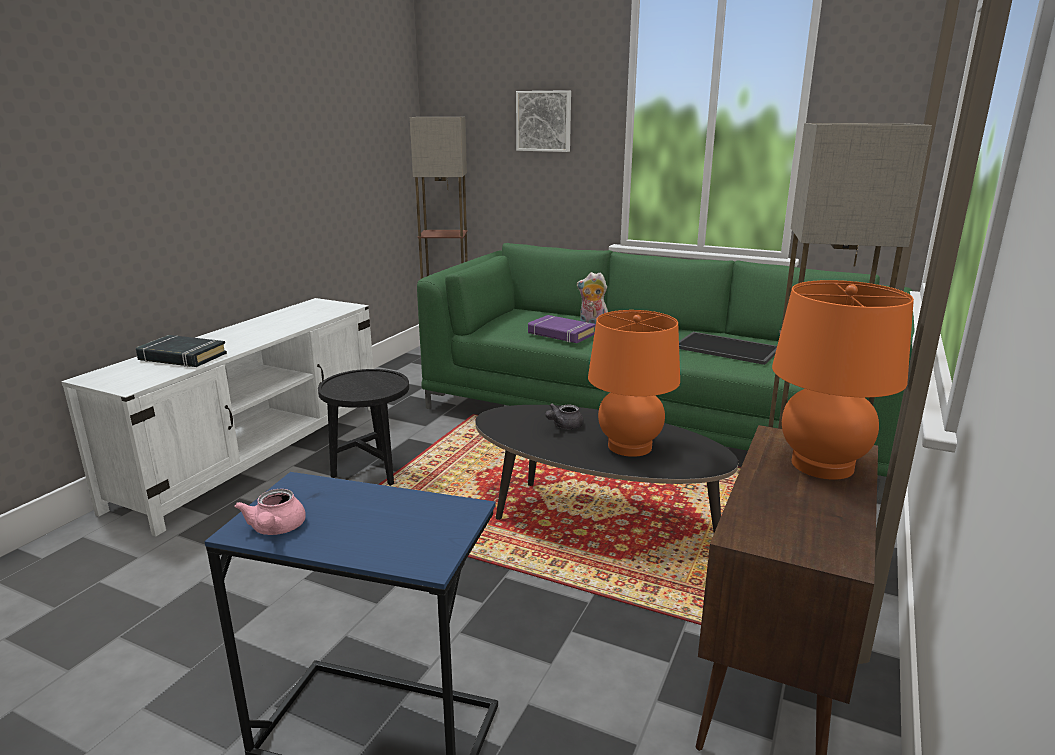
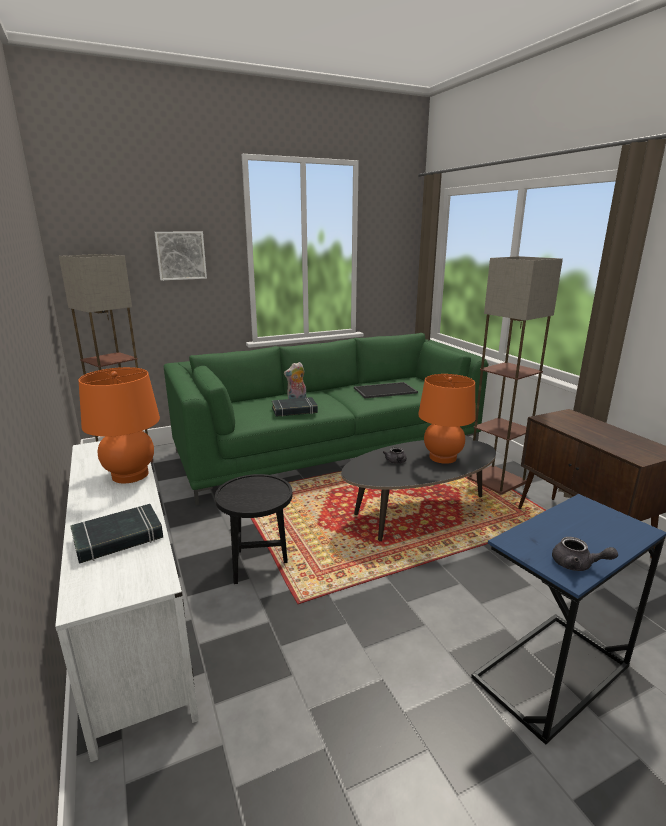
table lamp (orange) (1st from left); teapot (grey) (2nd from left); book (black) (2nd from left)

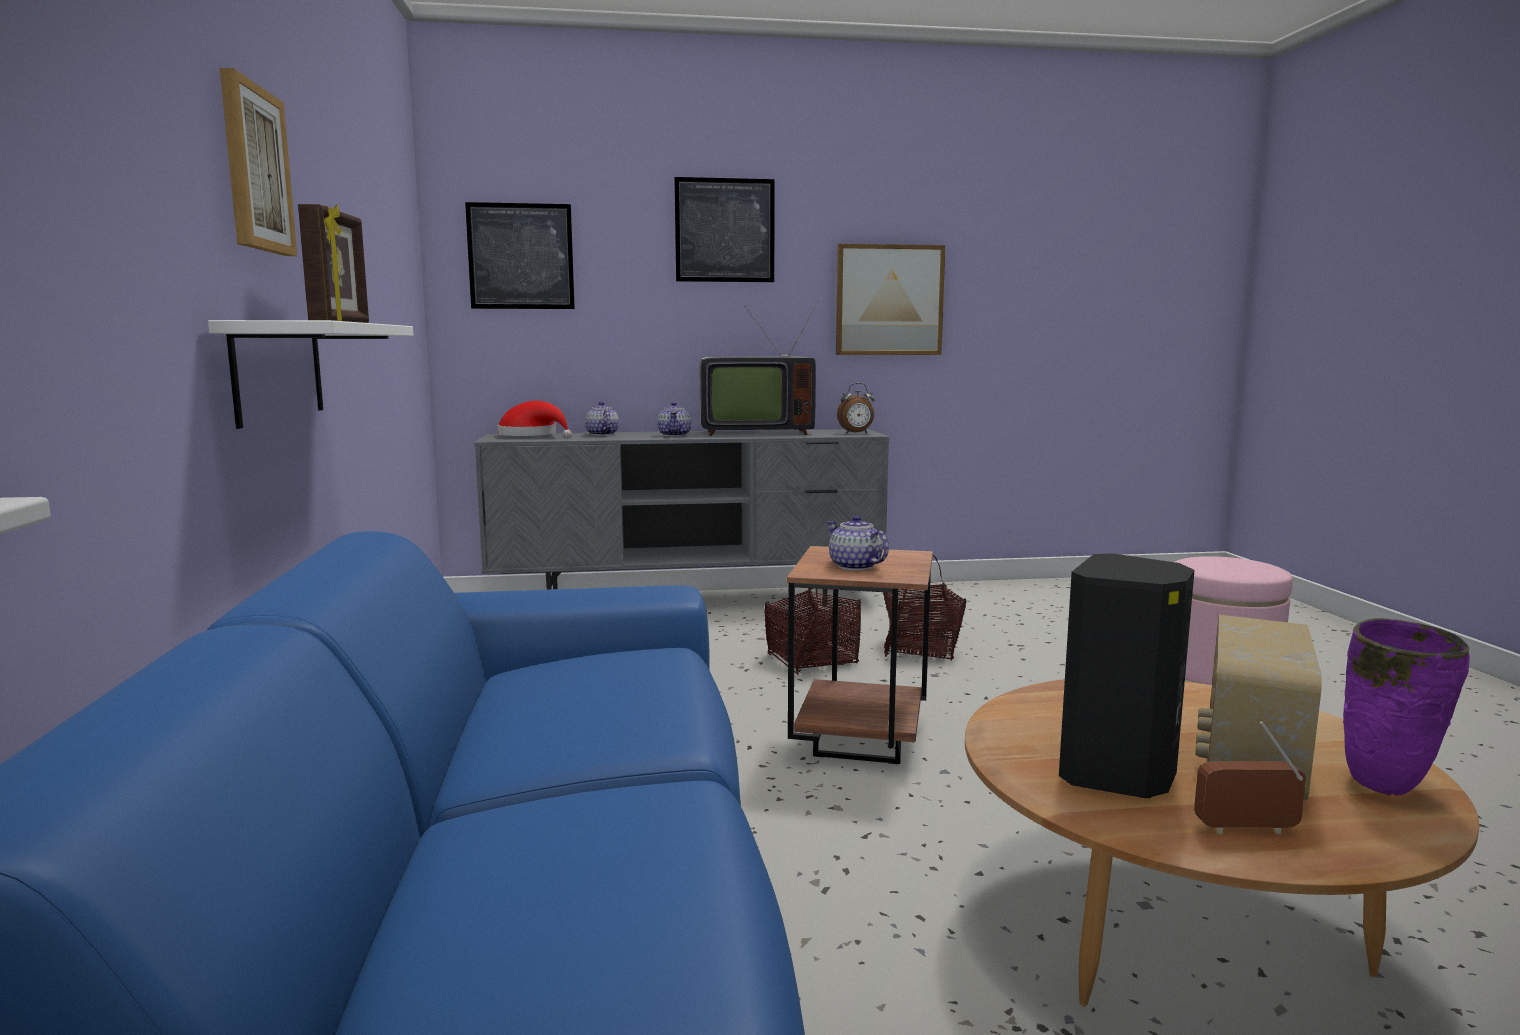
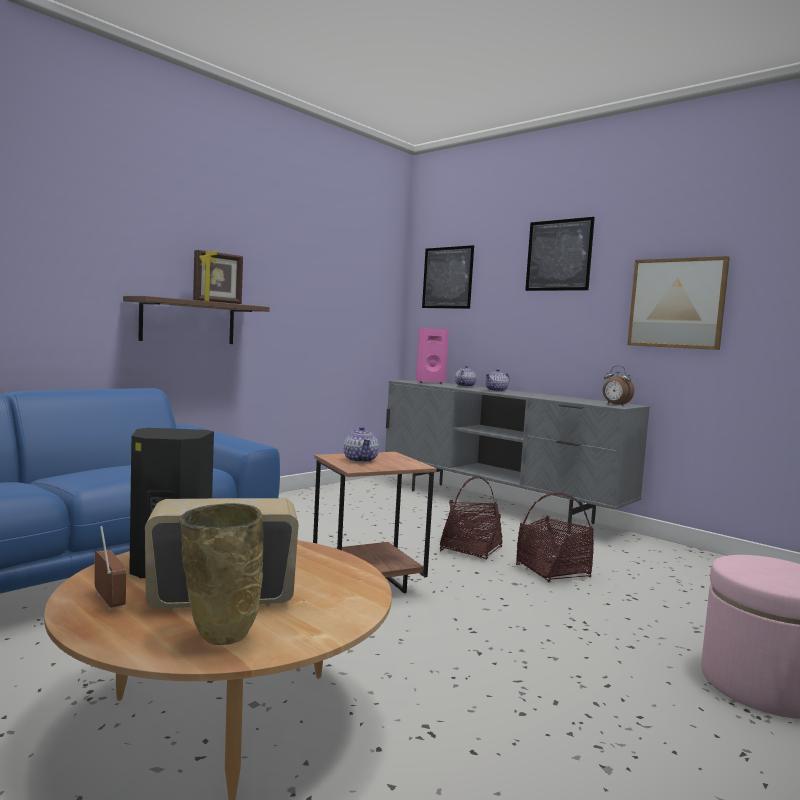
picture (1st from left in the first image); television; speaker (pink); shelf (brown); vase (beige); teapot (1st from left)

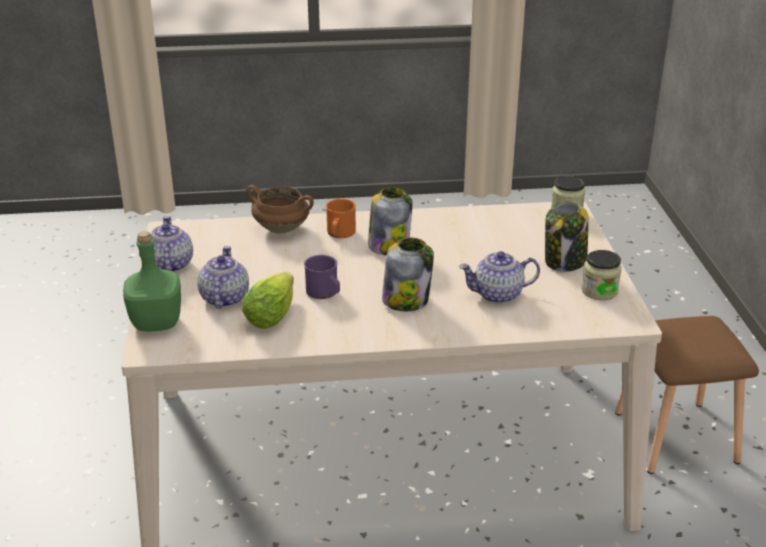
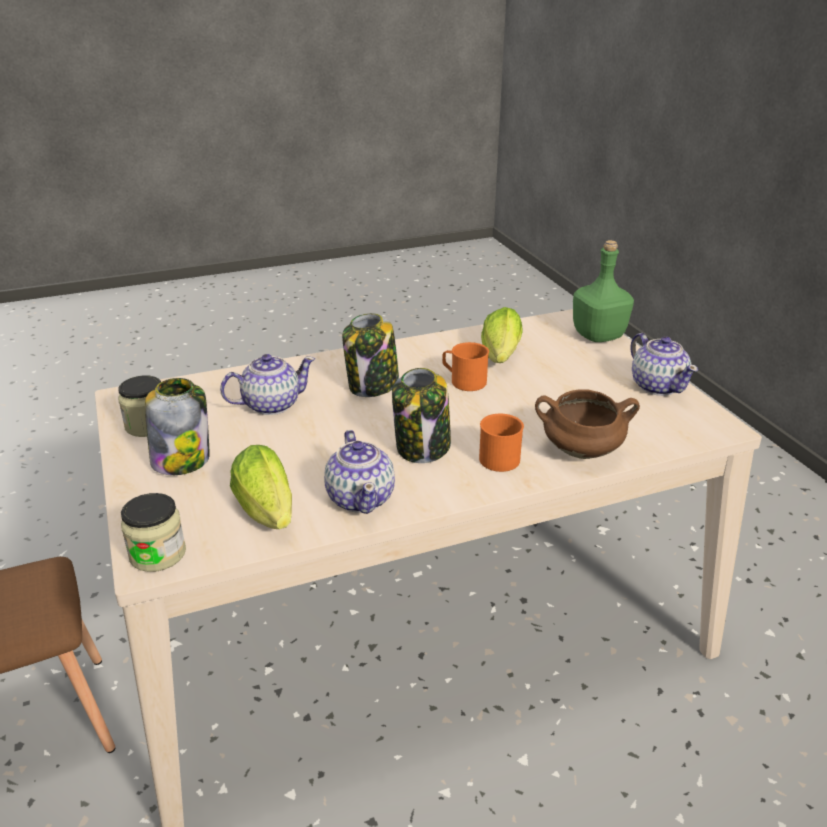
lettuce (1st from left); teapot (2nd from left); mug (orange) (1st from left)

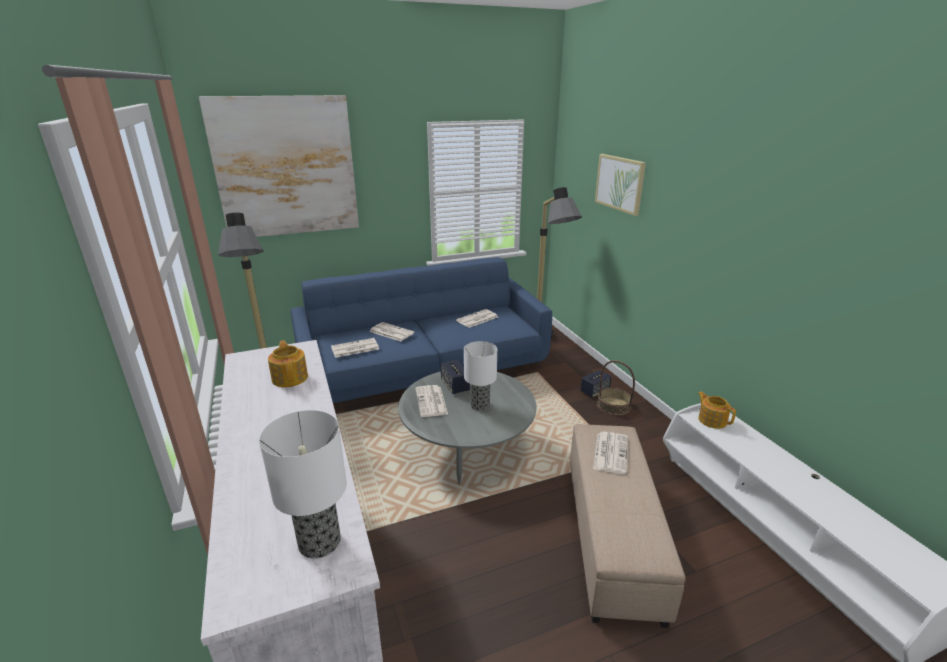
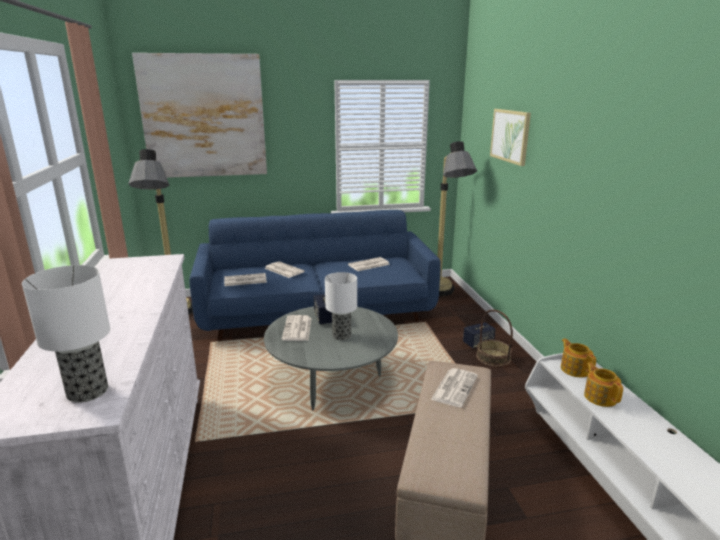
teapot (2nd from left)

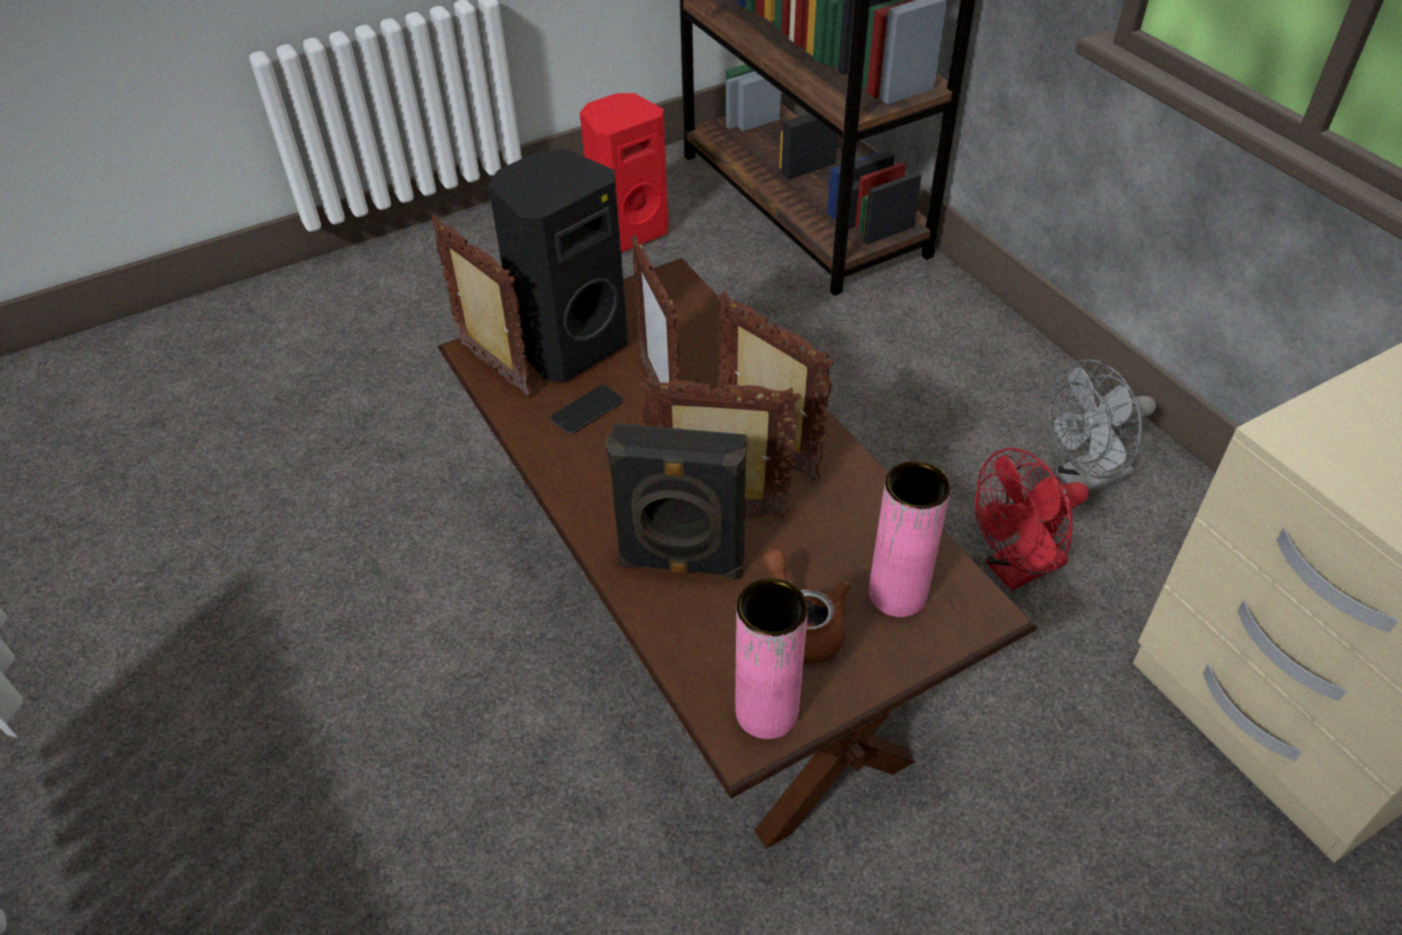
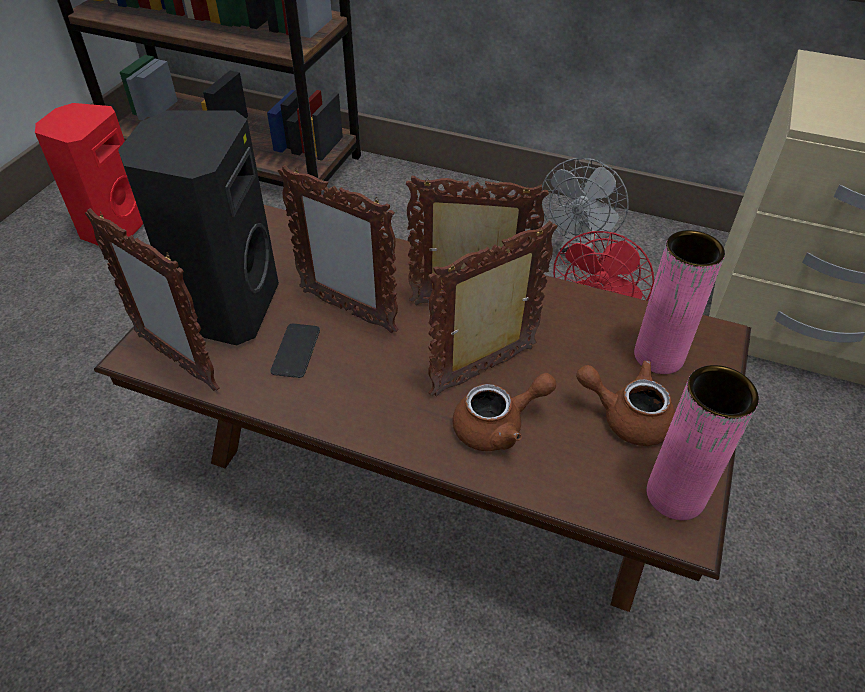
teapot (brown) (1st from left); picture frame (1st from left)

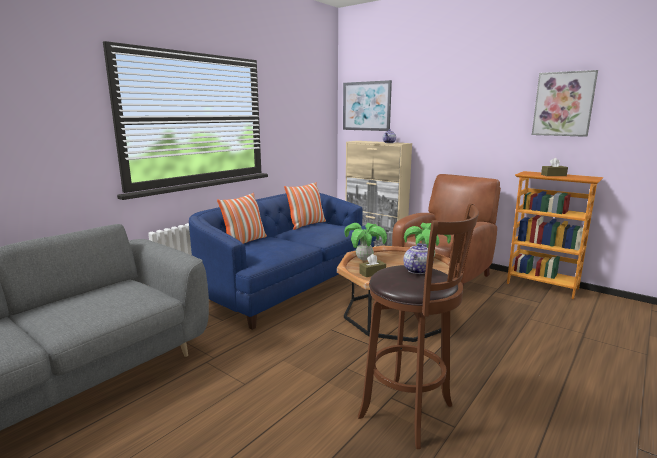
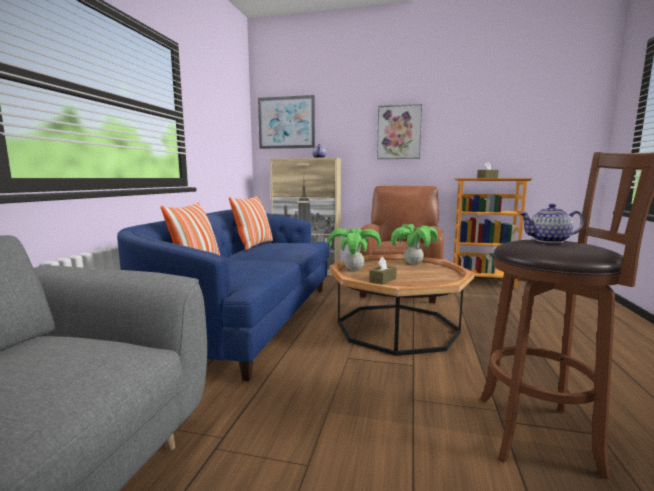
picture (2nd from left); teapot (2nd from left)

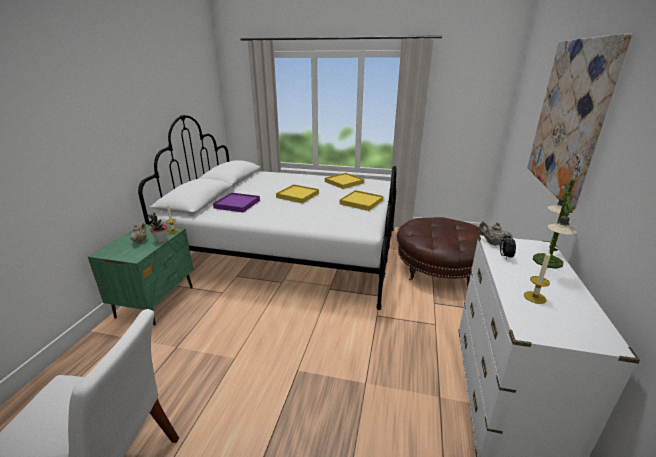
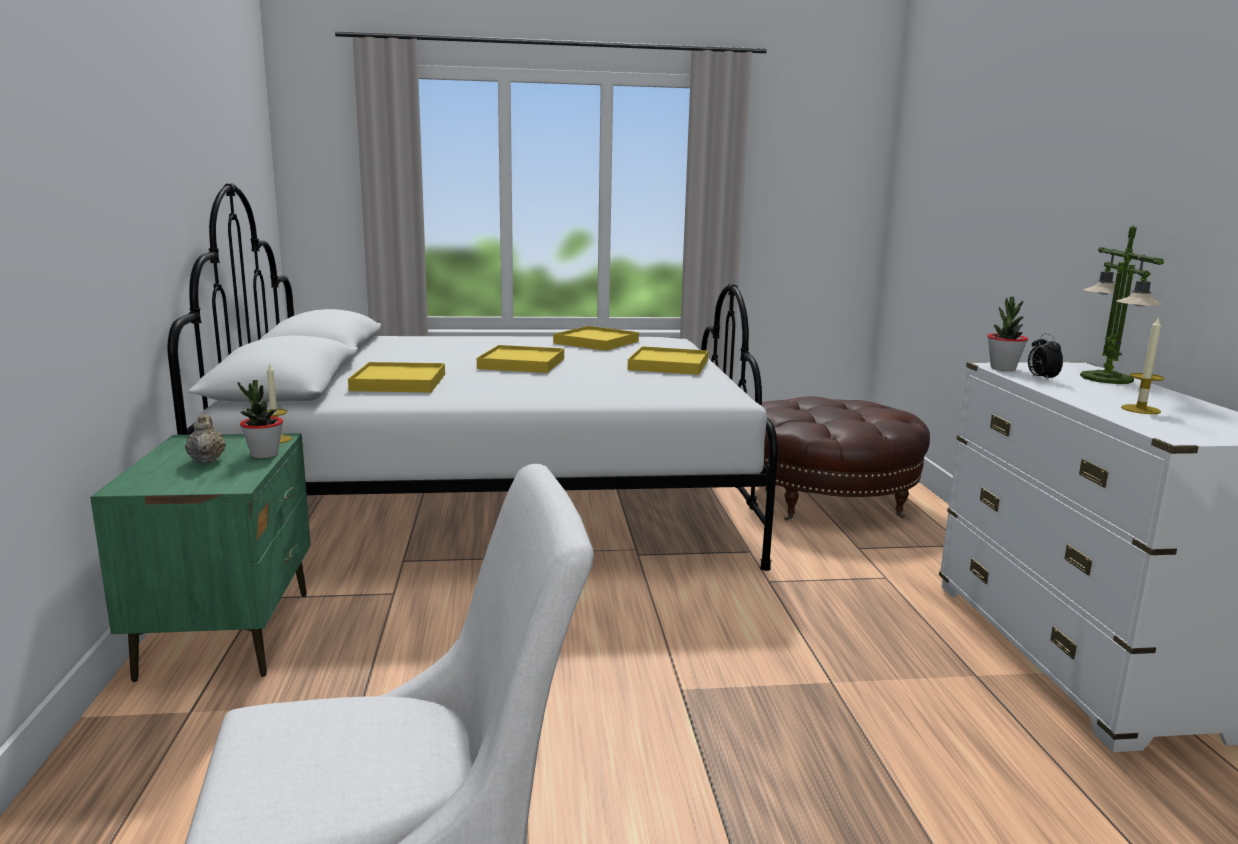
picture; potted plant (2nd from left); tray (yellow) (1st from left)

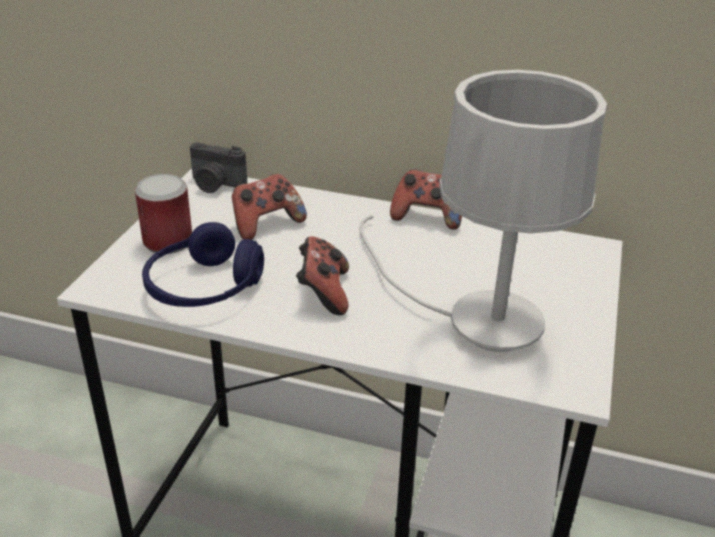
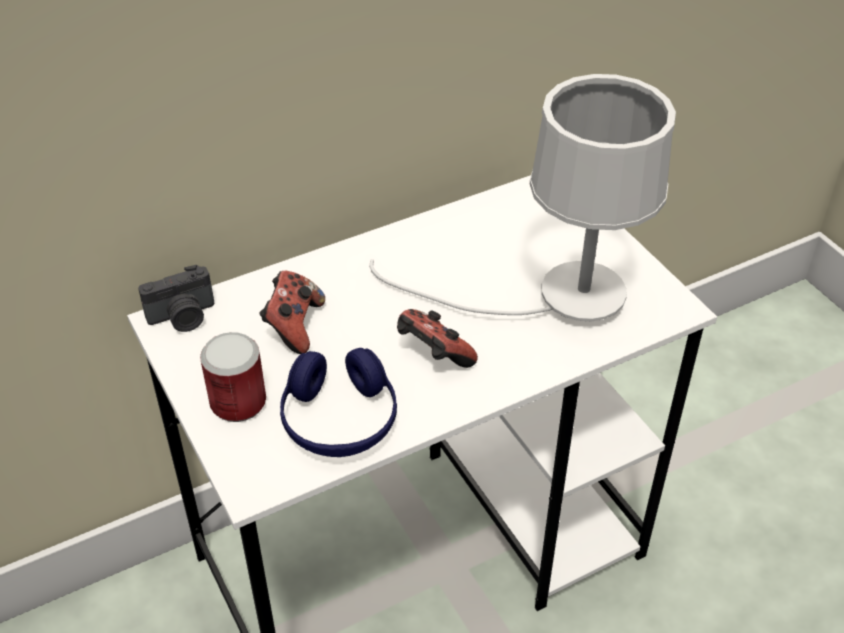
game controller (3rd from left in the first image)

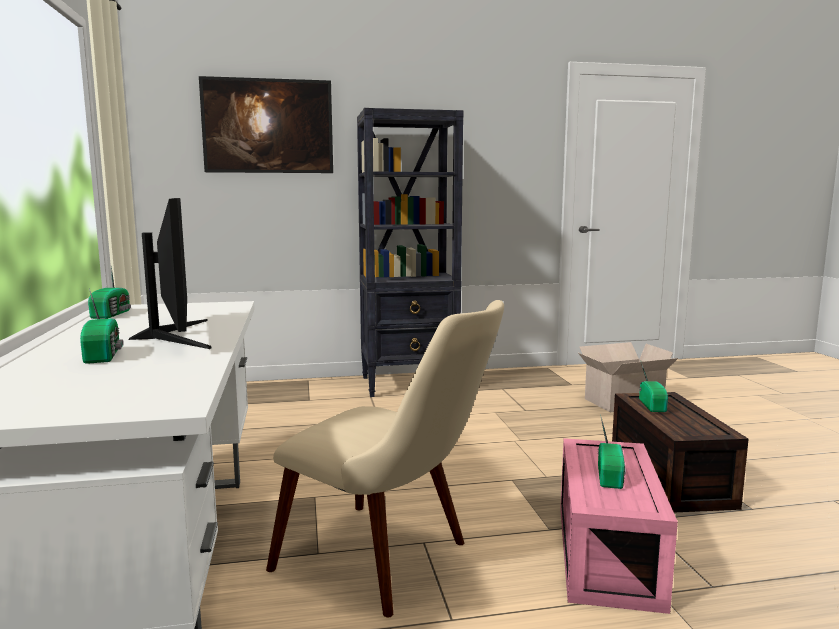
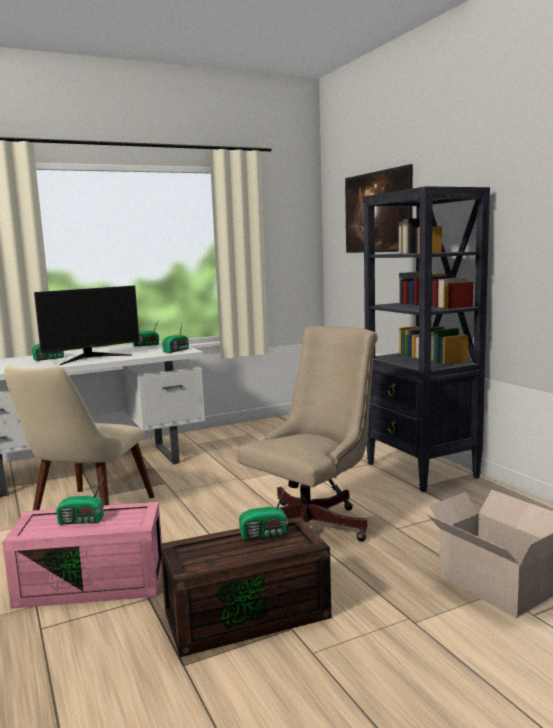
radio (4th from left); office chair (beige)

